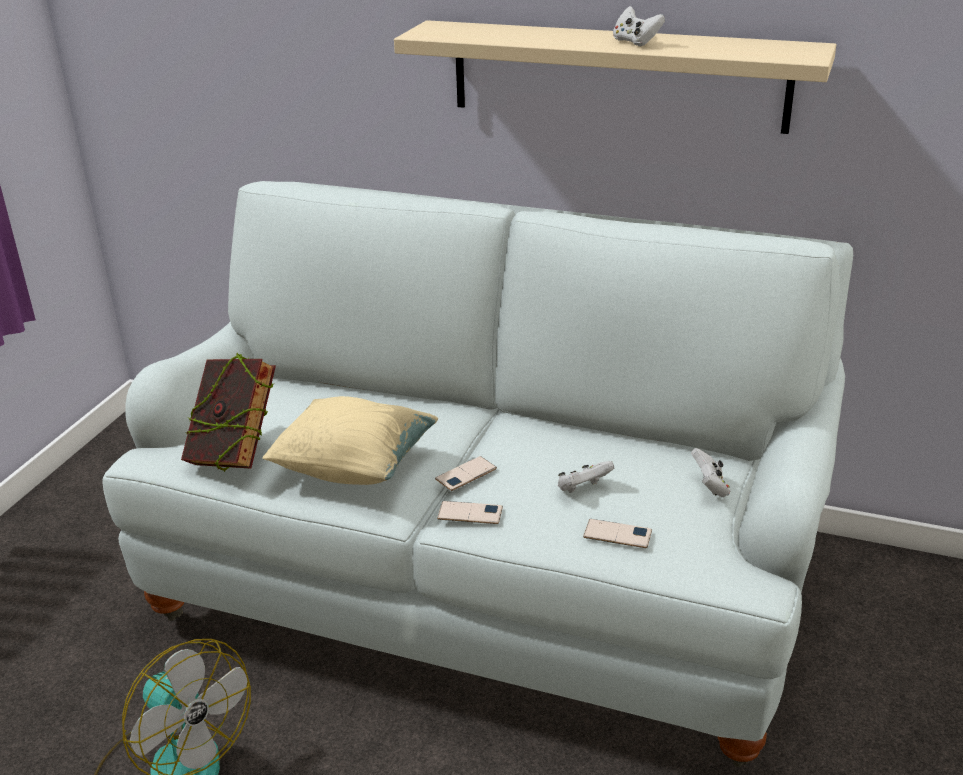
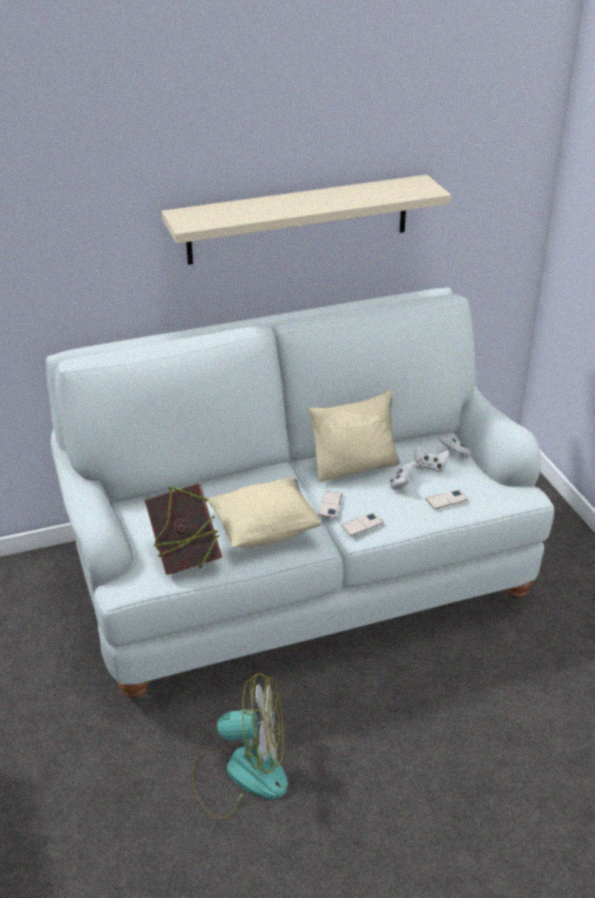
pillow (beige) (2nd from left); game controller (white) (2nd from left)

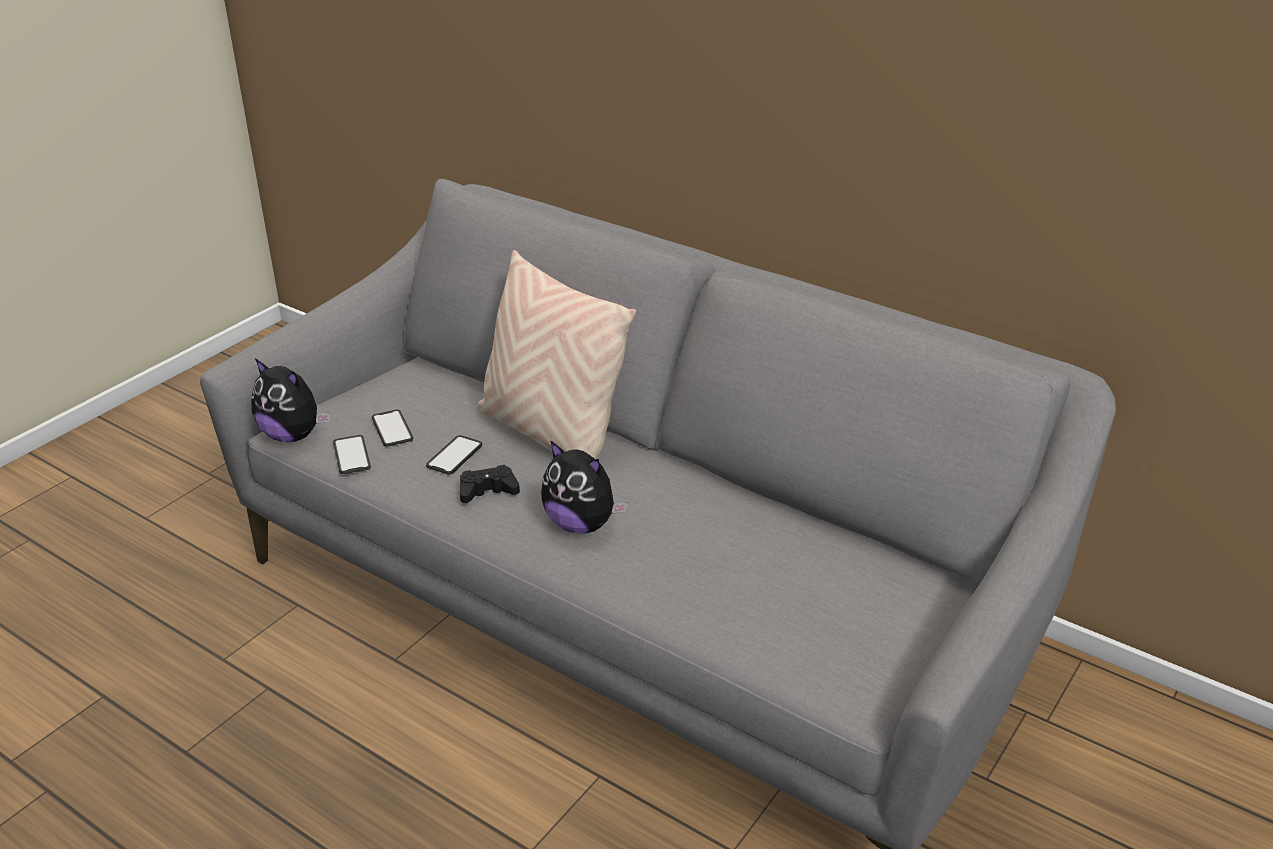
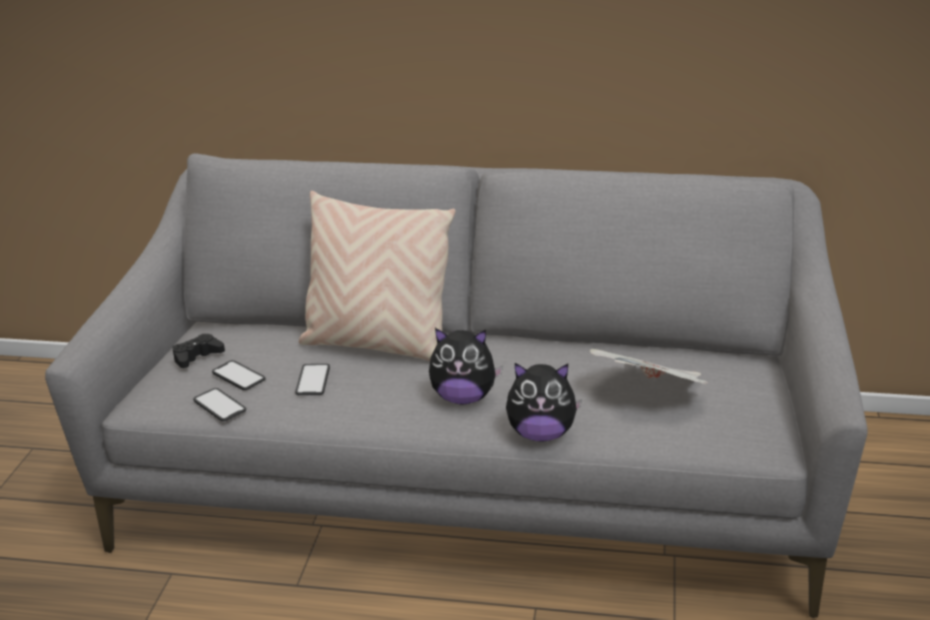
newspaper; plush toy (2nd from left); game controller (black)

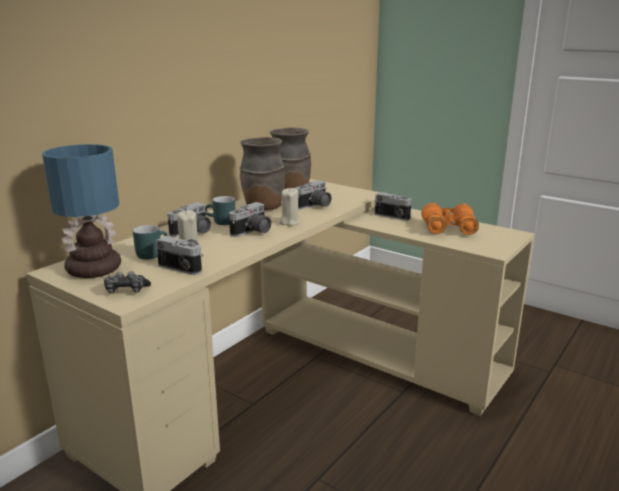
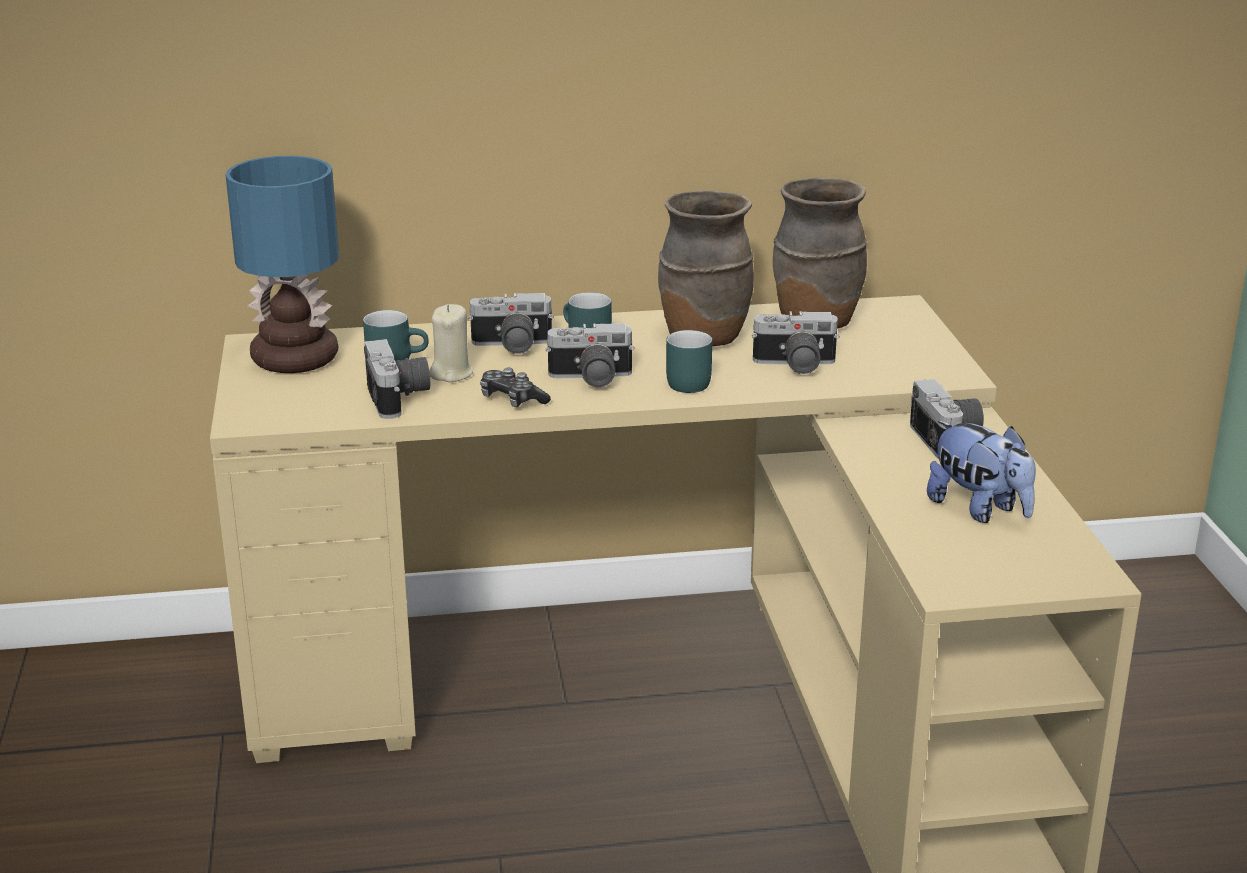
game controller; mug (turquoise) (3rd from left); plush toy

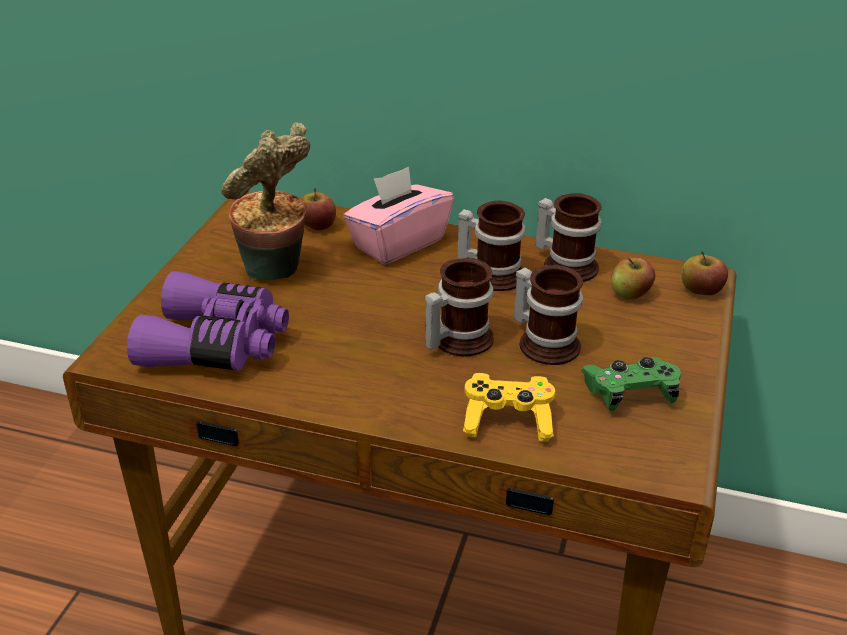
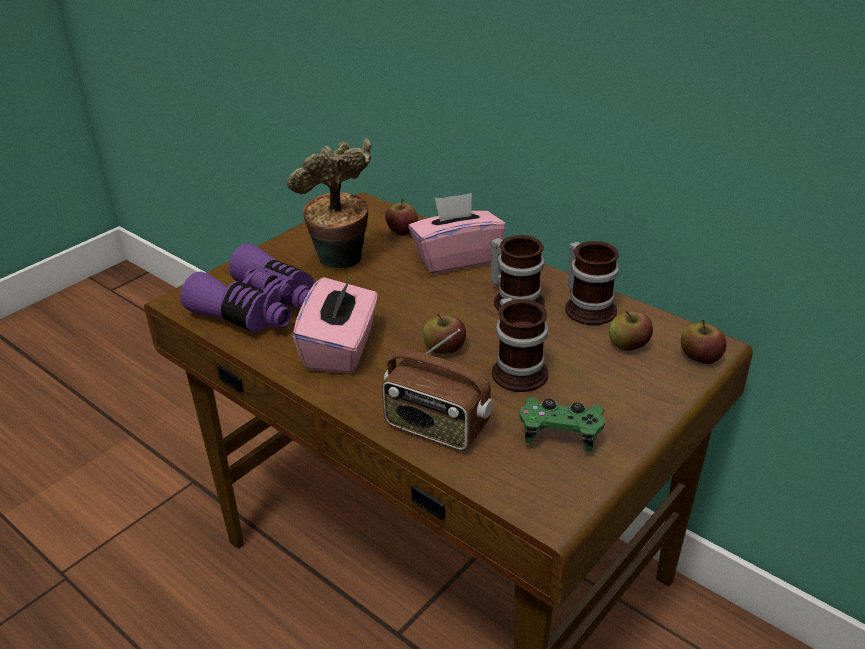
tissue box (pink) (1st from left); apple (2nd from left); radio

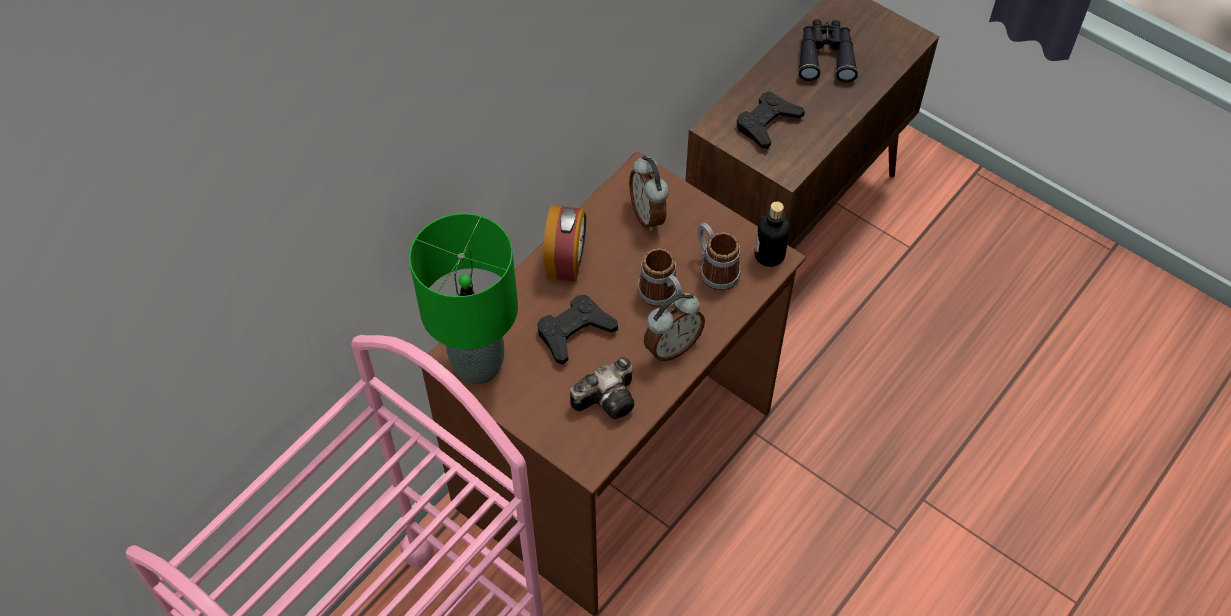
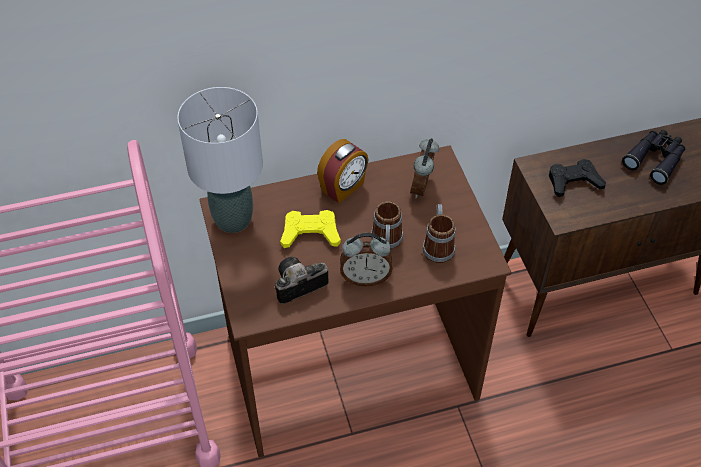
bottle; table lamp (grey); game controller (yellow); photo camera

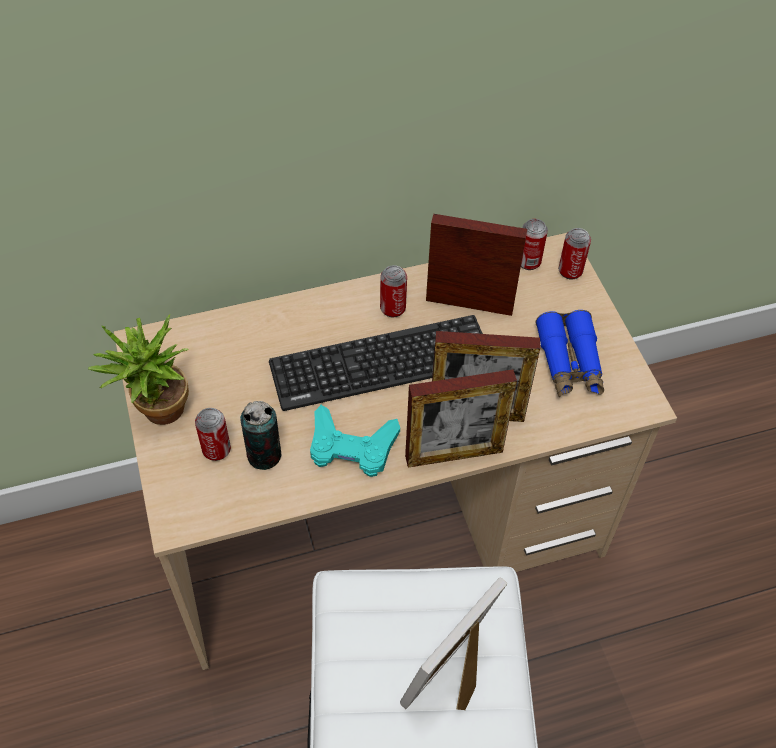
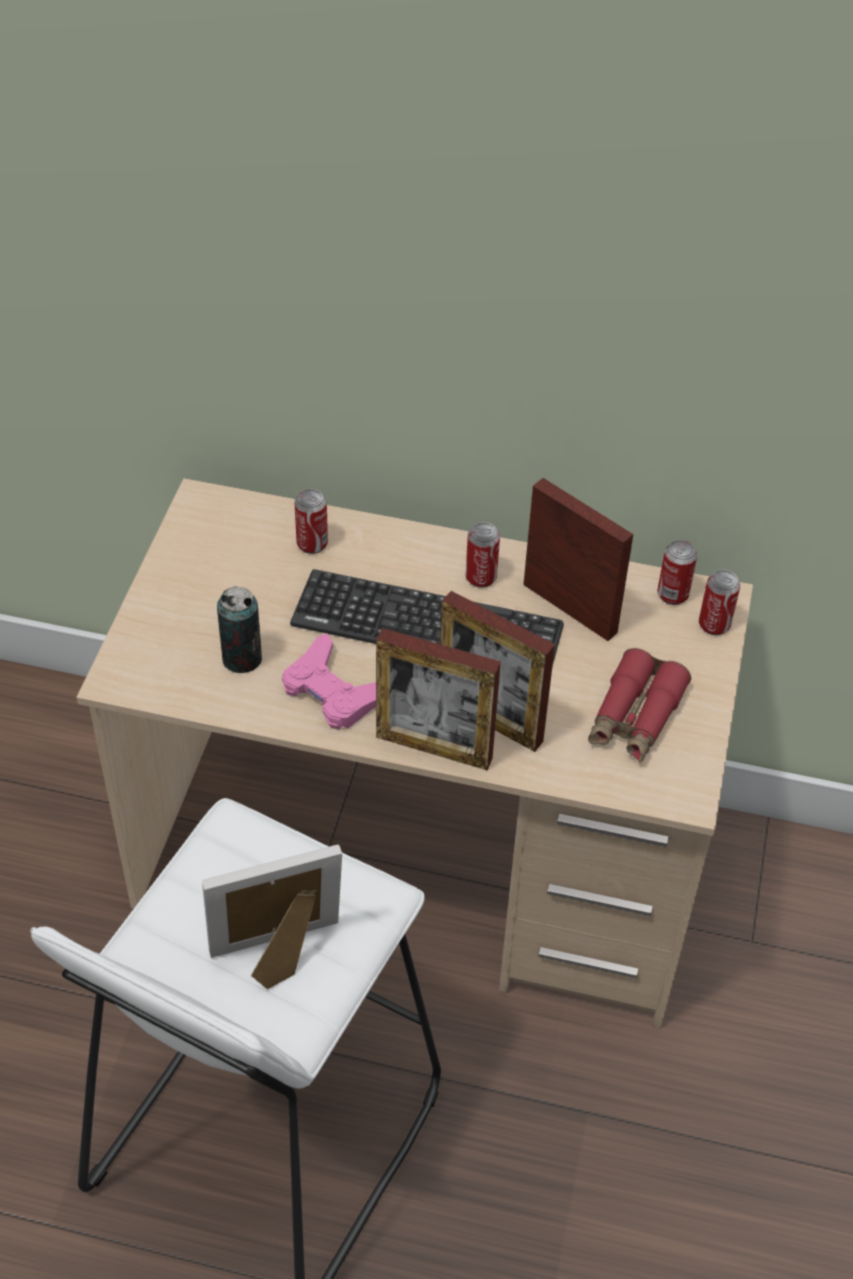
potted plant; can (2nd from left); game controller (pink); binoculars (red)

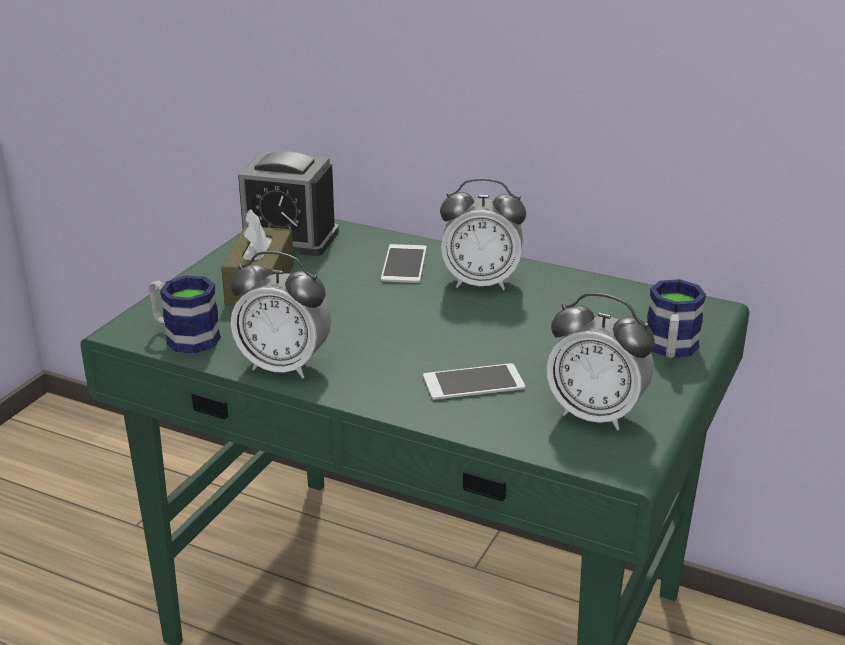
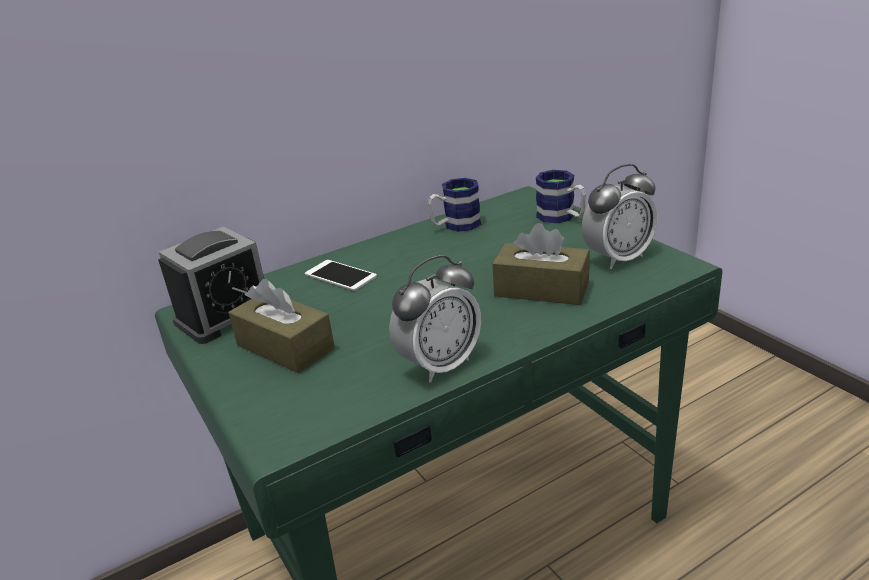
alarm clock (3rd from left in the first image); mug (1st from left); tissue box (brown) (2nd from left)

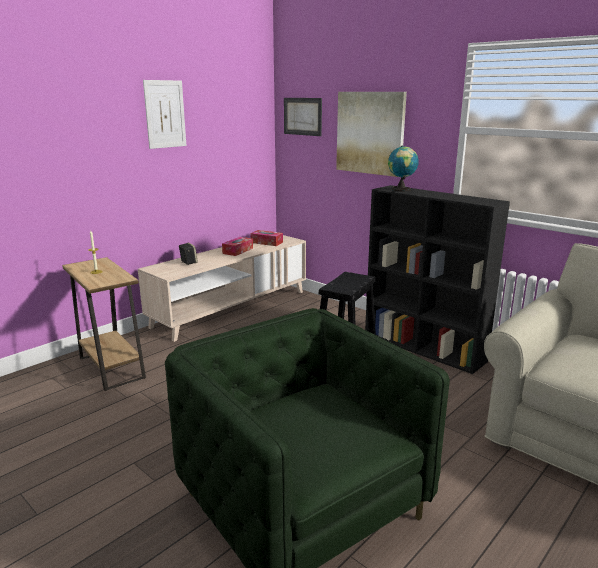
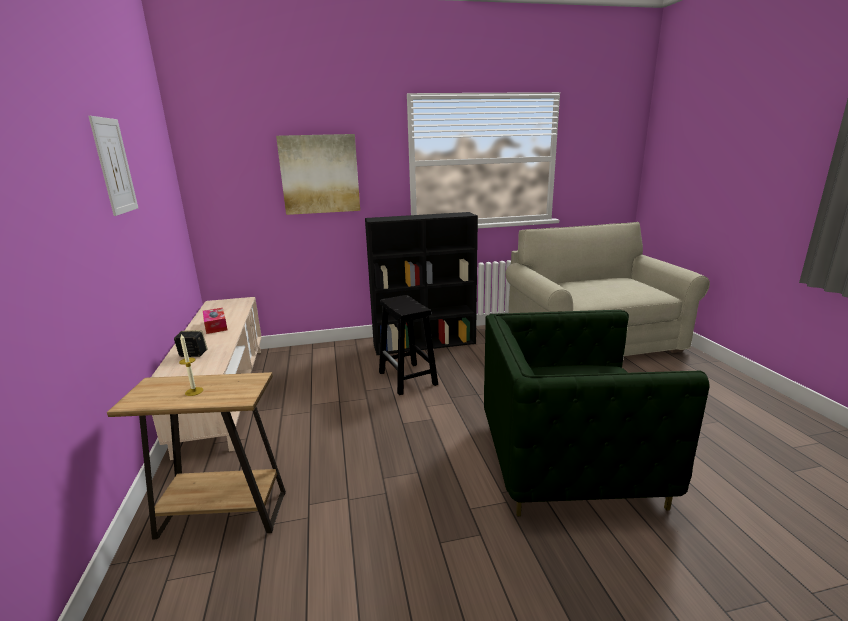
tissue box (2nd from left in the first image); picture (2nd from left in the first image); globe

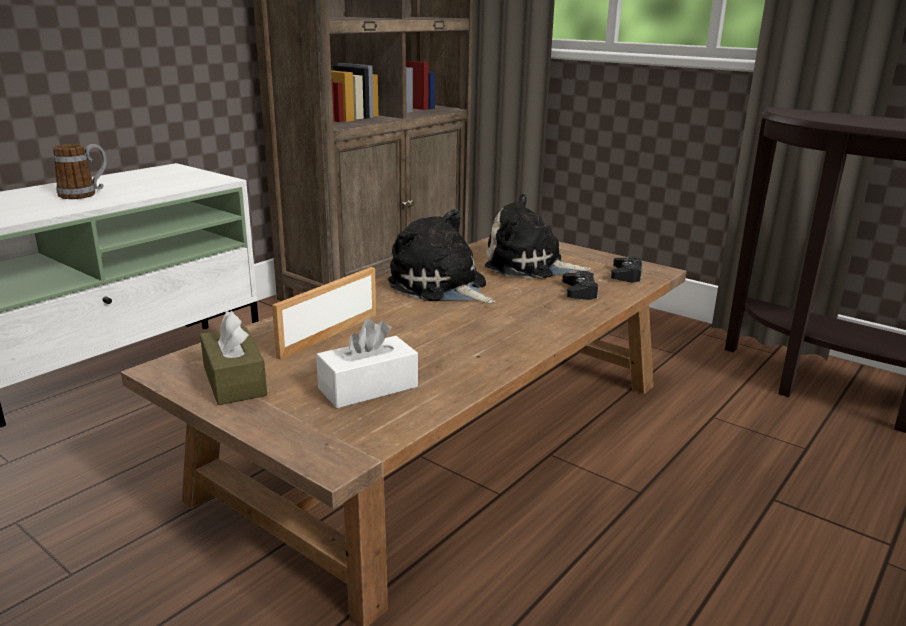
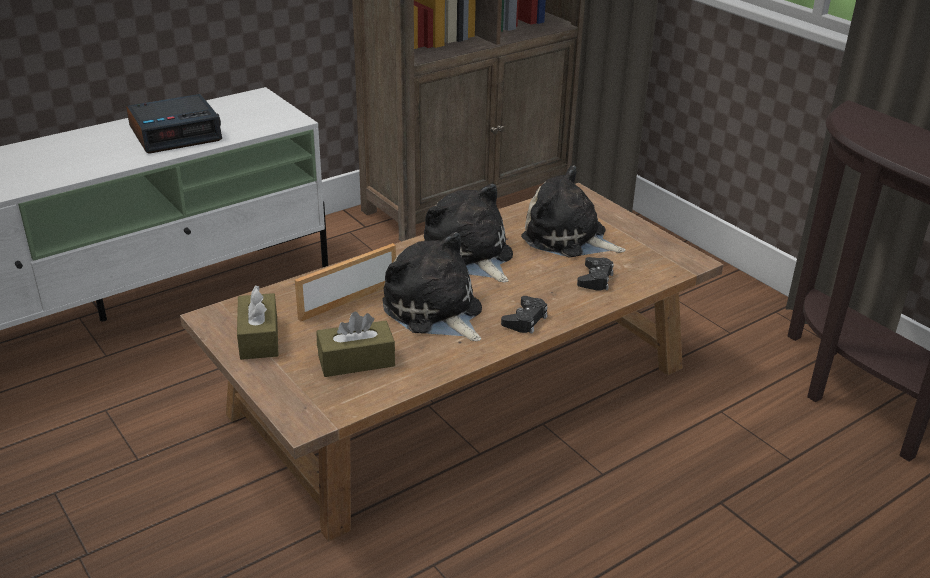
plush toy (1st from left); game controller (black) (1st from left); alarm clock; tissue box (brown) (2nd from left)

